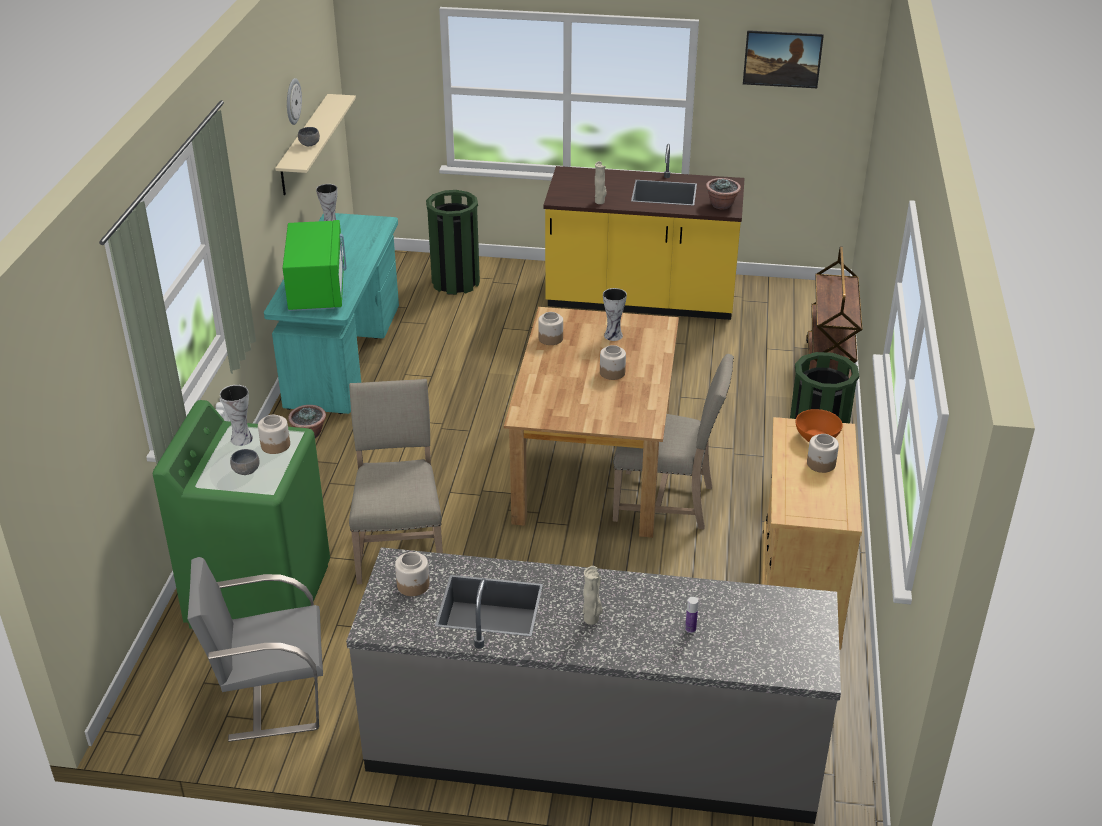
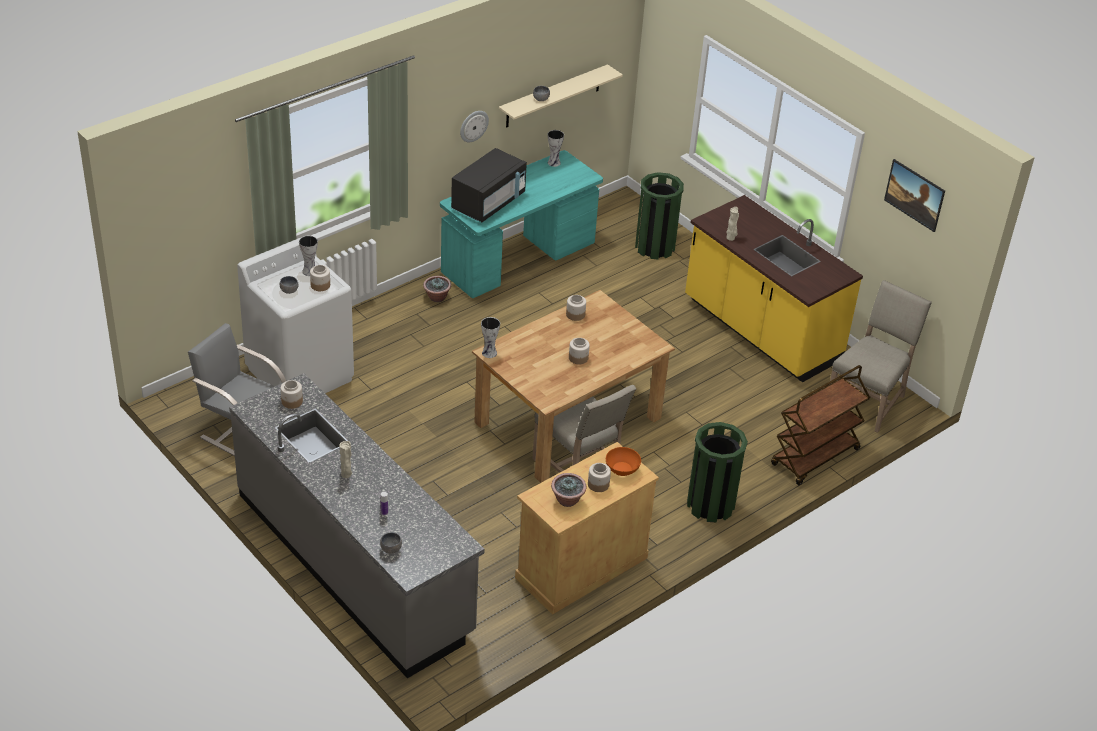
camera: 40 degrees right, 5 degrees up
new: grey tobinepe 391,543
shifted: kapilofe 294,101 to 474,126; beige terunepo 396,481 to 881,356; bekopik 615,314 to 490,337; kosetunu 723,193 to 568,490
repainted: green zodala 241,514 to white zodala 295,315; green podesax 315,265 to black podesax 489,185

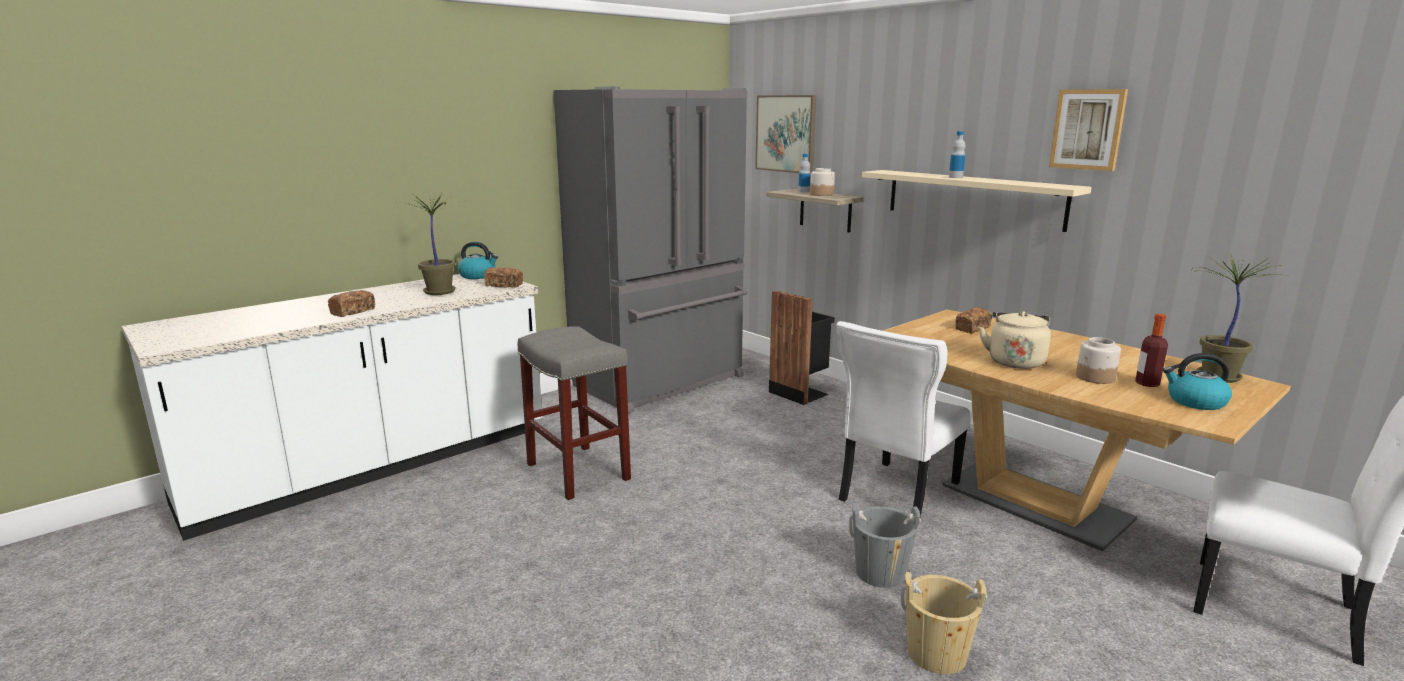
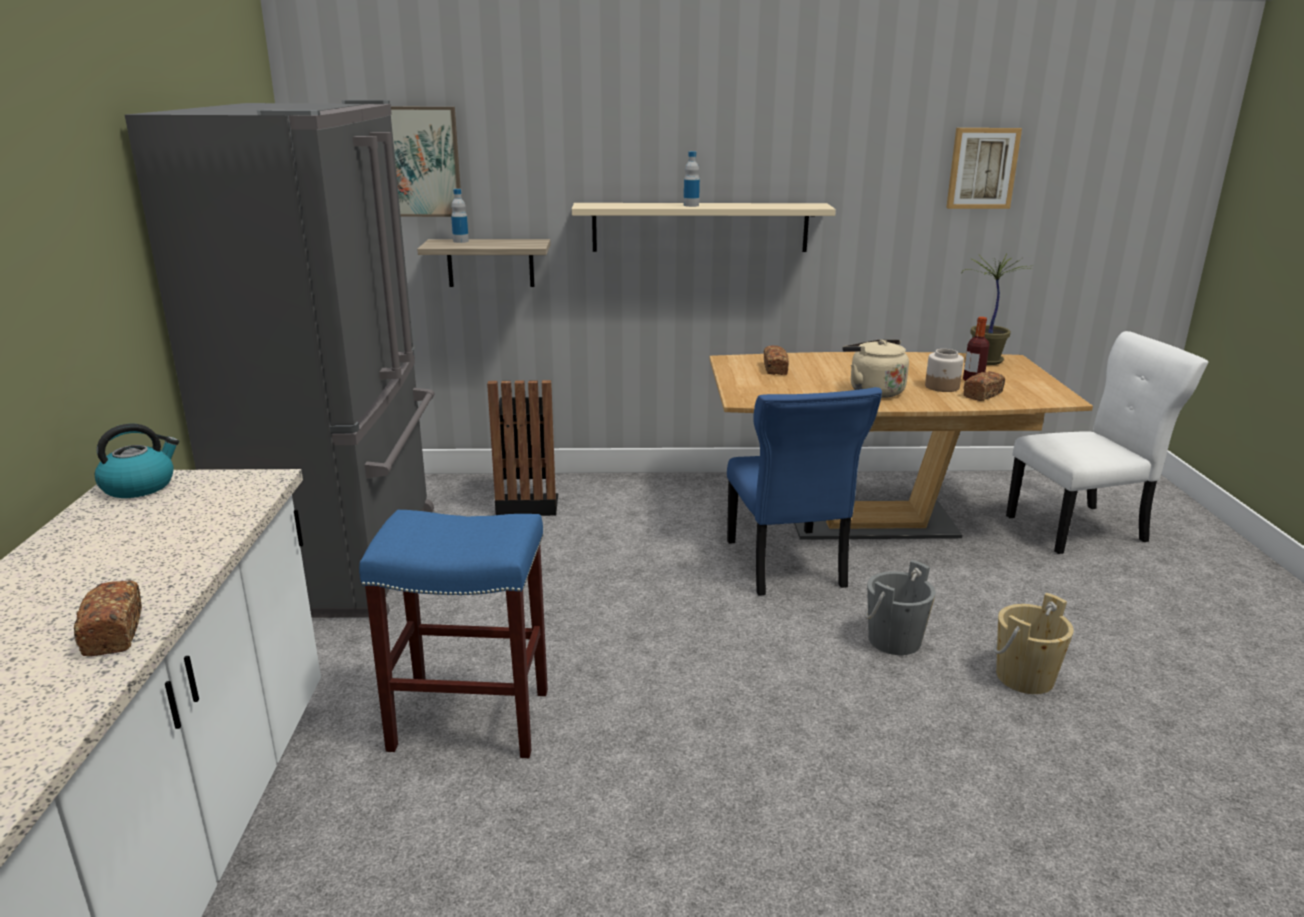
camera: 50 degrees left, 5 degrees up
gone: kosetunu 434,244; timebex 822,182; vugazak 1197,381
shifted: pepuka 503,277 to 984,386; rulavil 1088,130 to 984,168
repainted: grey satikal 574,413 to blue satikal 453,634; white terunepo 903,419 to blue terunepo 804,491

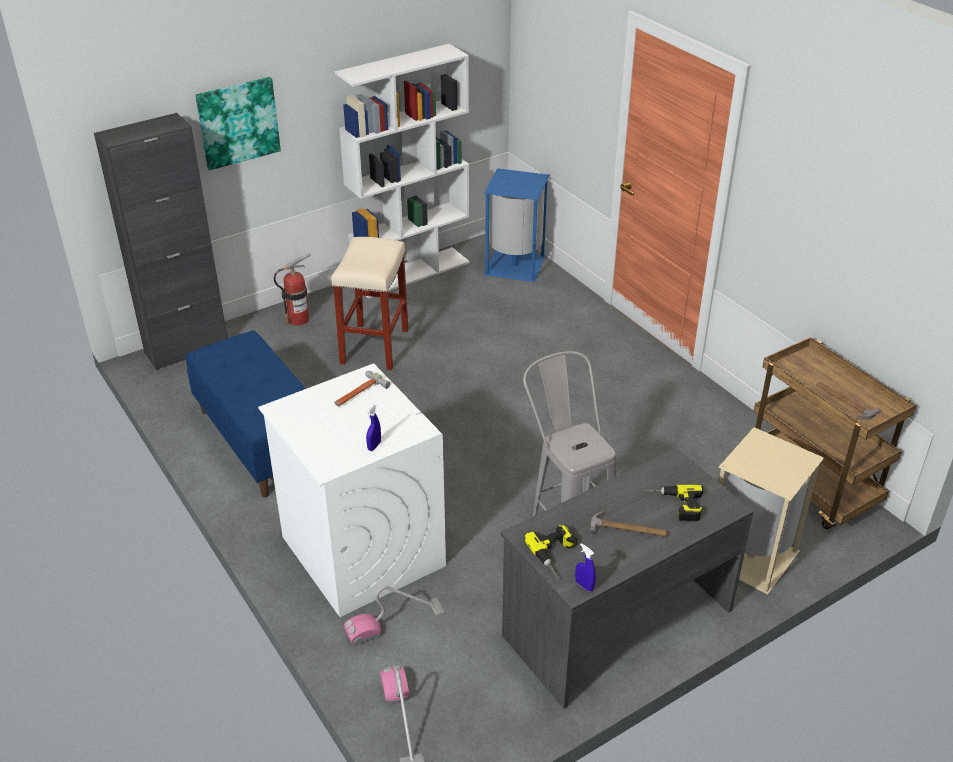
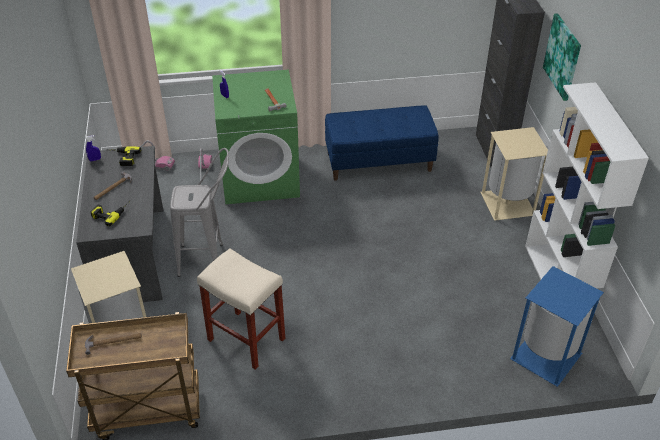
camera: 115 degrees right, 5 degrees up
shifted: beige satikal 370,303 to 241,309
swapped: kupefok 292,289 to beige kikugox 514,174
repainted: white zodala 352,490 to green zodala 256,137

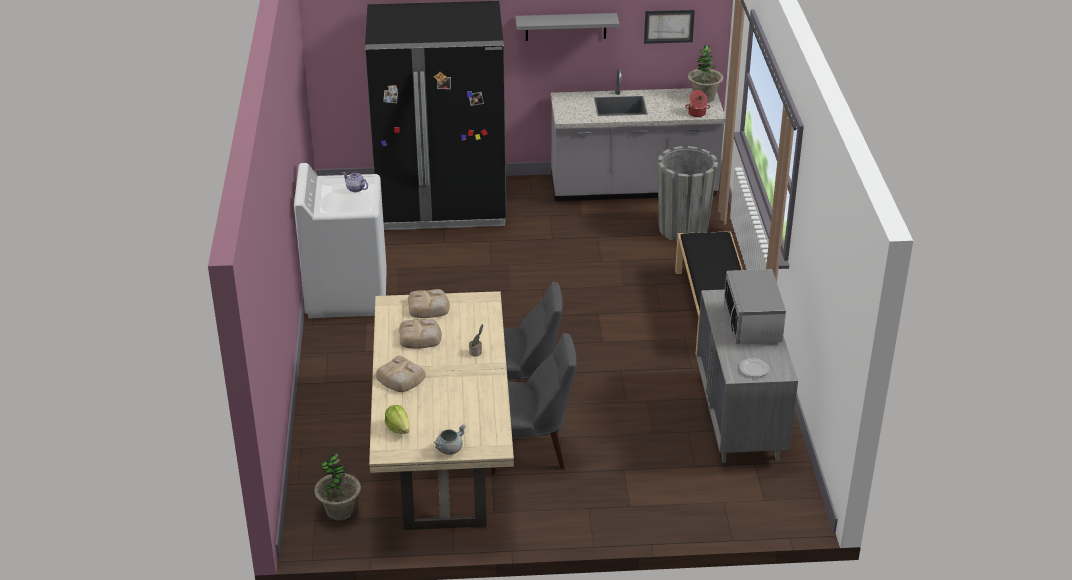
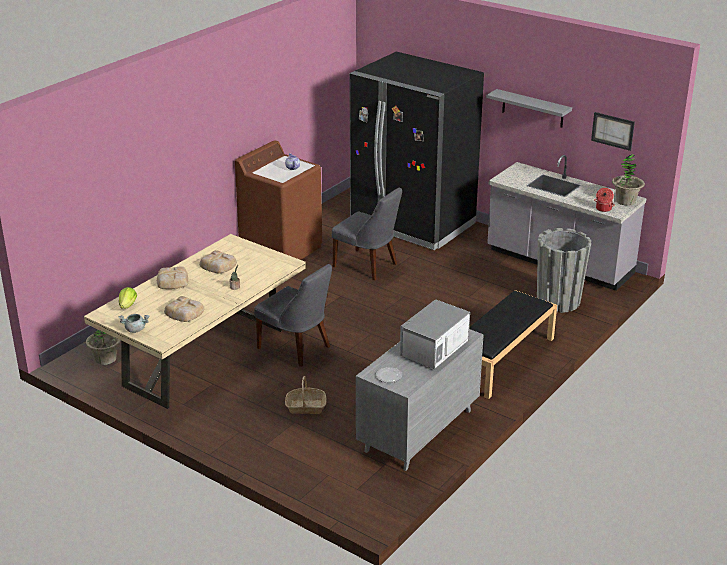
camera: 40 degrees right, 5 degrees down
new: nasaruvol 305,395
shifted: pepuka 429,303 to 184,309; grey terunepo 534,404 to 367,233
repainted: white zodala 340,240 to brown zodala 278,200

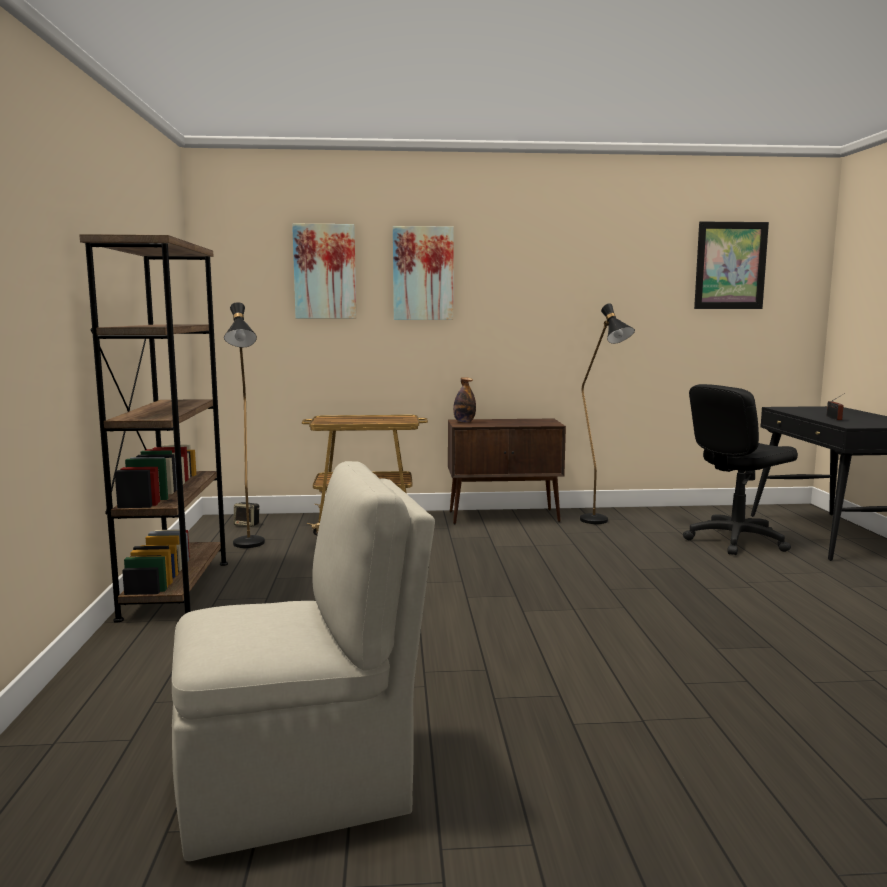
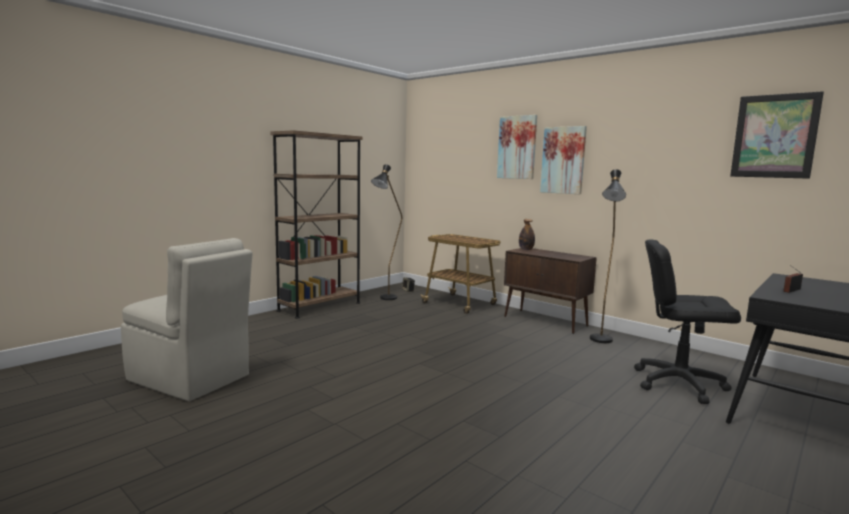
camera: 45 degrees right, 0 degrees up
shifted: rulavil 324,271 to 563,160

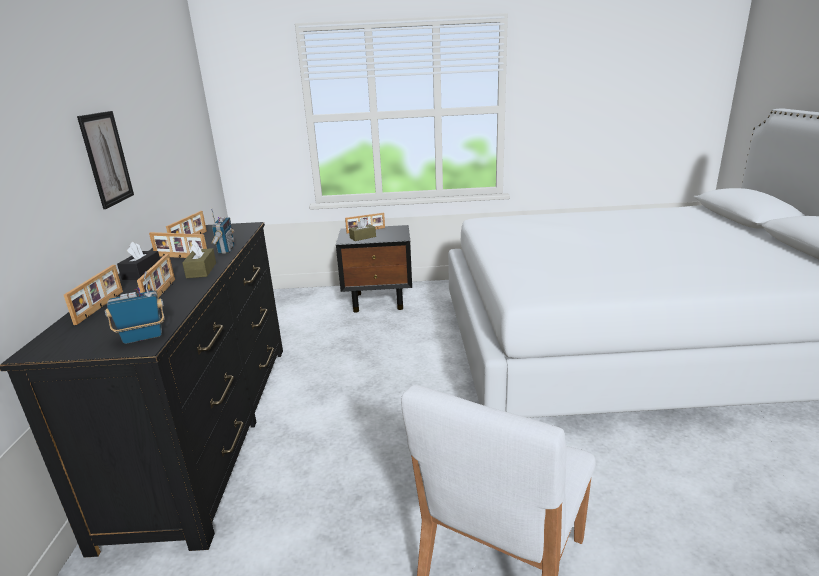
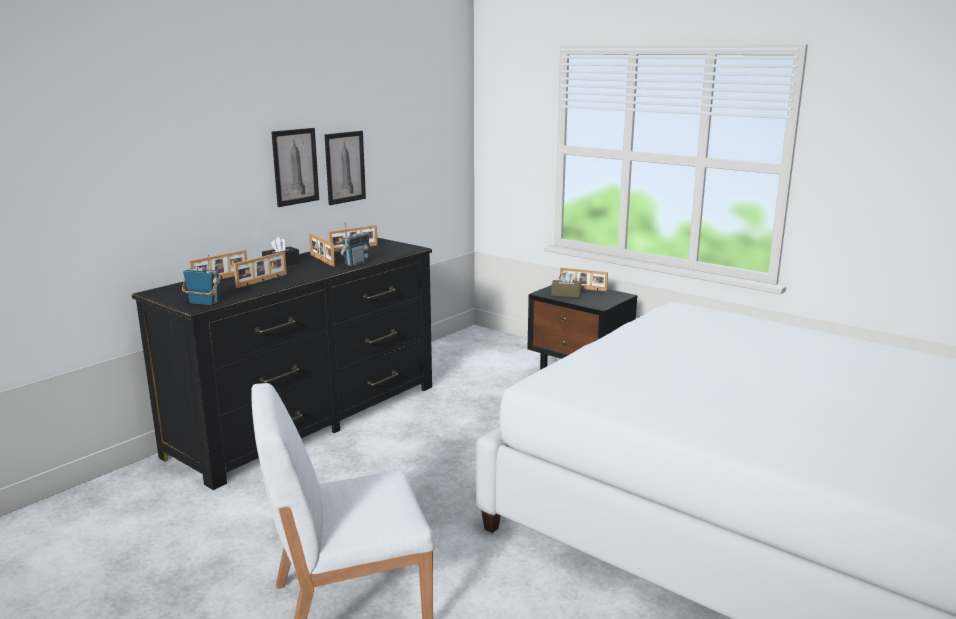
camera: 40 degrees right, 5 degrees down
gone: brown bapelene 199,259
new: rulavil 345,168

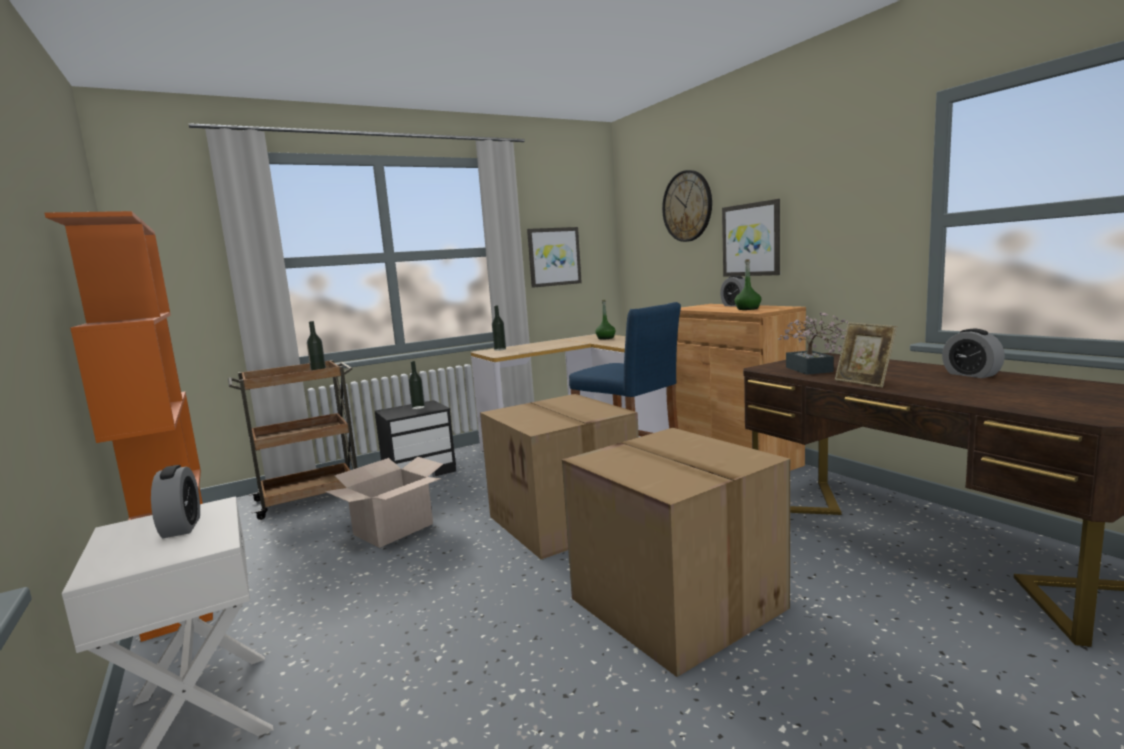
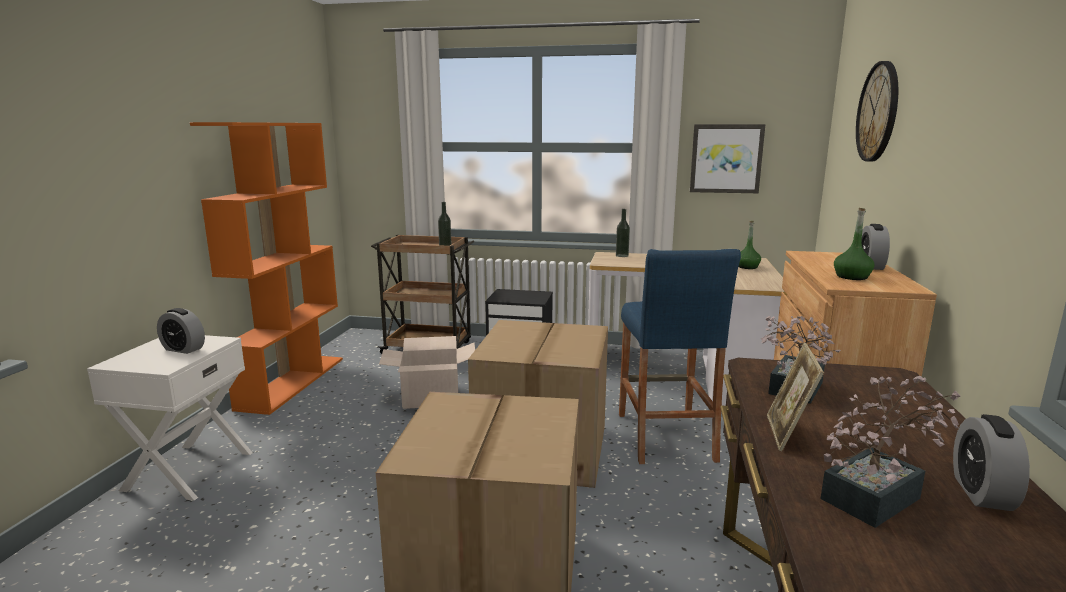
camera: 40 degrees right, 5 degrees up
gone: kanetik 416,385; rulavil 751,238
new: kosetunu 890,452
rotated: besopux 175,501 = 181,331 90 degrees clockwise

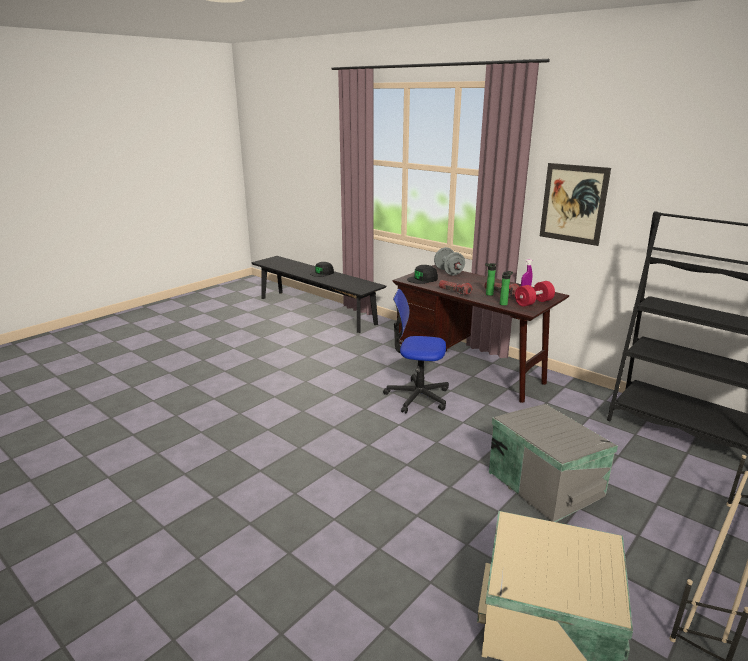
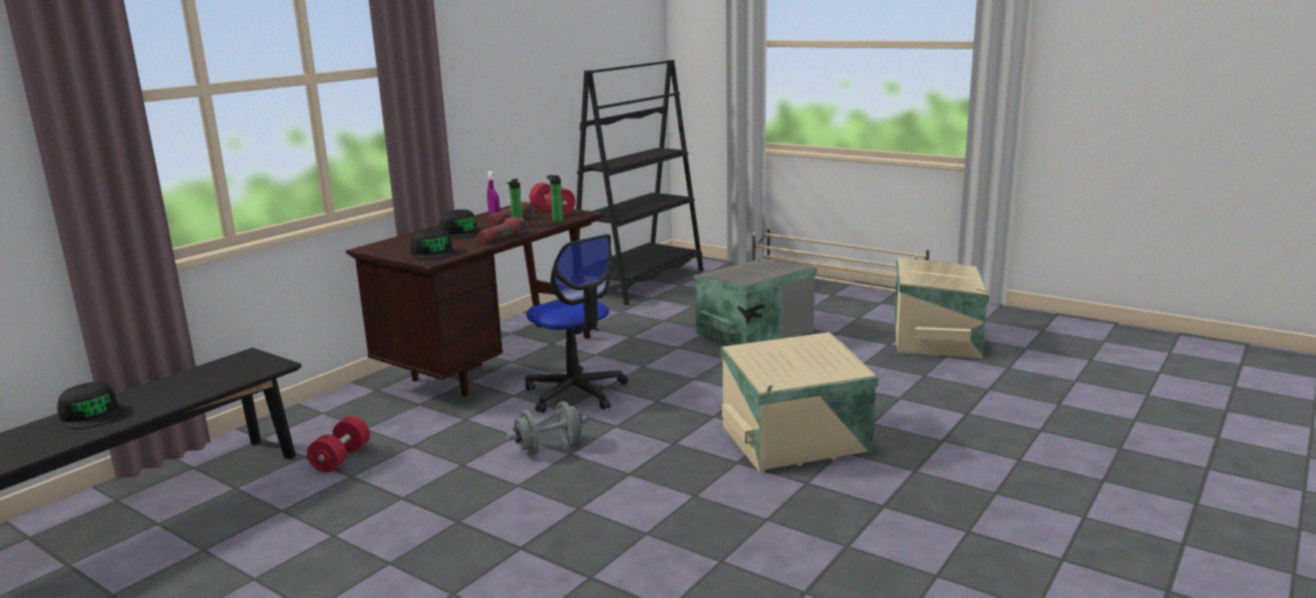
camera: 95 degrees left, 5 degrees down
gone: rulavil 575,204
new: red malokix 338,444; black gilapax 461,223; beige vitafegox 799,402
shifted: grey malokix 449,261 to 547,428
rotated: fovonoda 416,351 = 576,323 45 degrees counterclockwise

